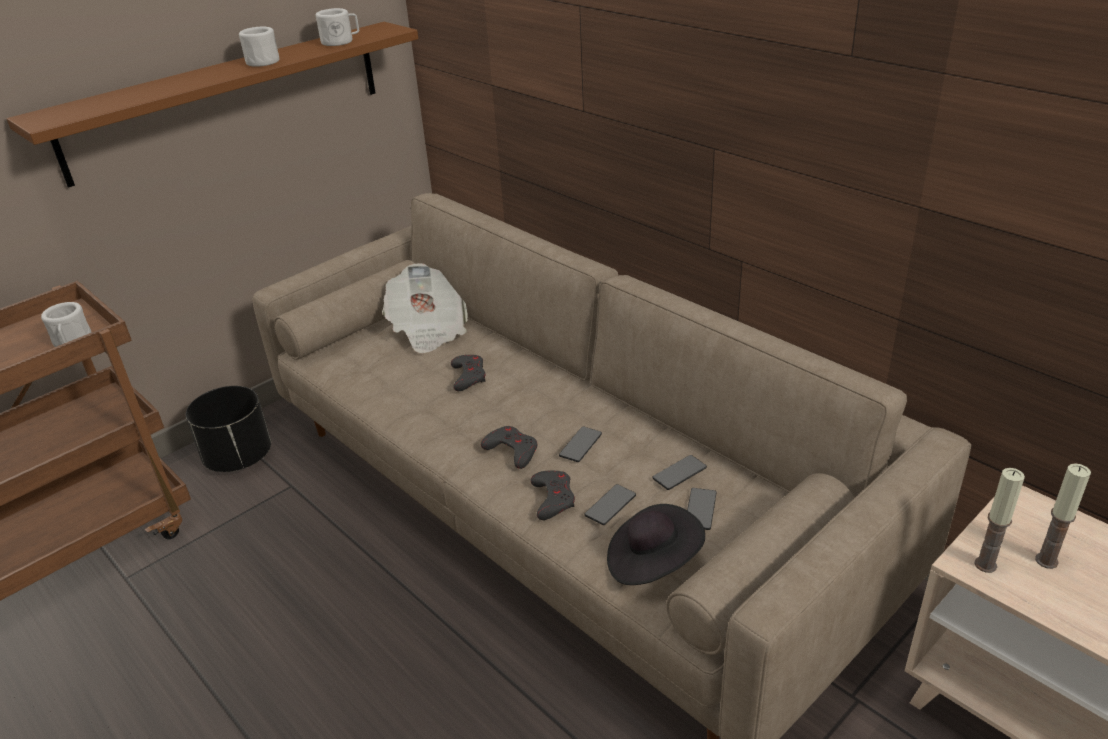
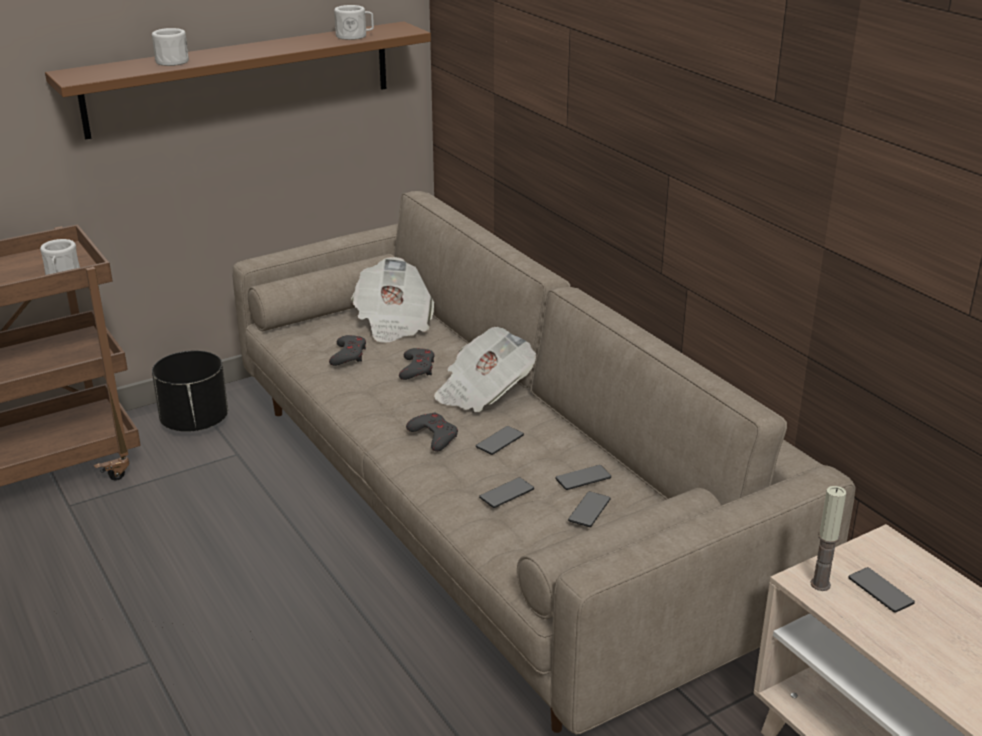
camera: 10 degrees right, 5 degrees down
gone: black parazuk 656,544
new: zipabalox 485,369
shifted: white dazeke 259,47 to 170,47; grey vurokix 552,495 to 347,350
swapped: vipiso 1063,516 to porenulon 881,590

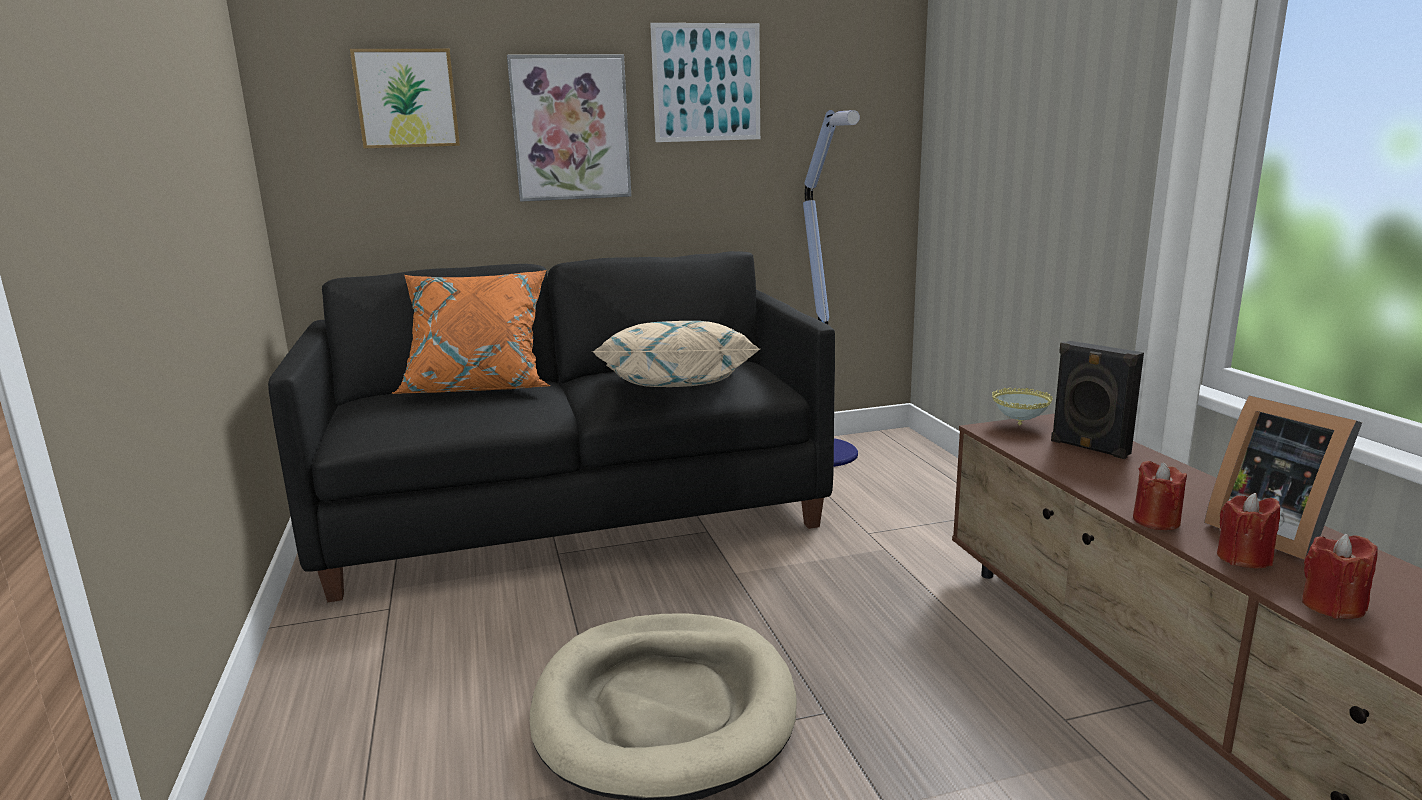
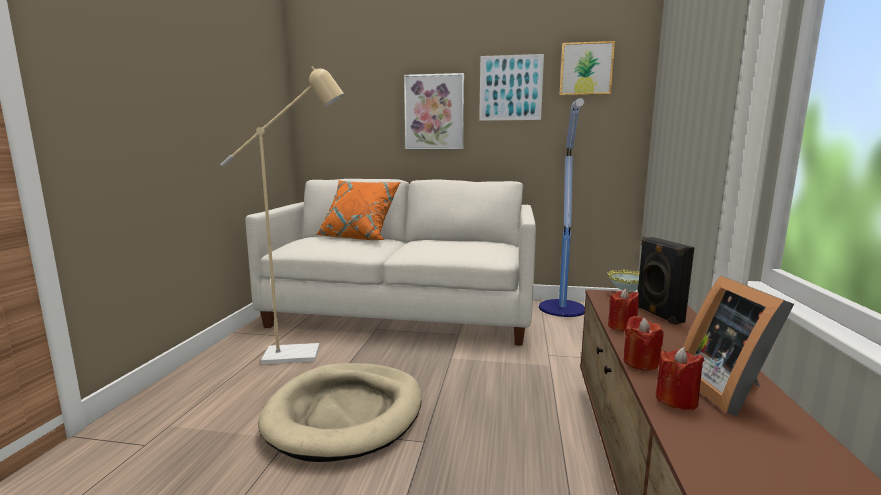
camera: 25 degrees right, 5 degrees down
gone: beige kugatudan 676,354
new: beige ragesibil 282,215
shifted: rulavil 405,98 to 587,68; red vipiso 1340,576 to 623,310
repainted: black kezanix 551,426 to white kezanix 391,262

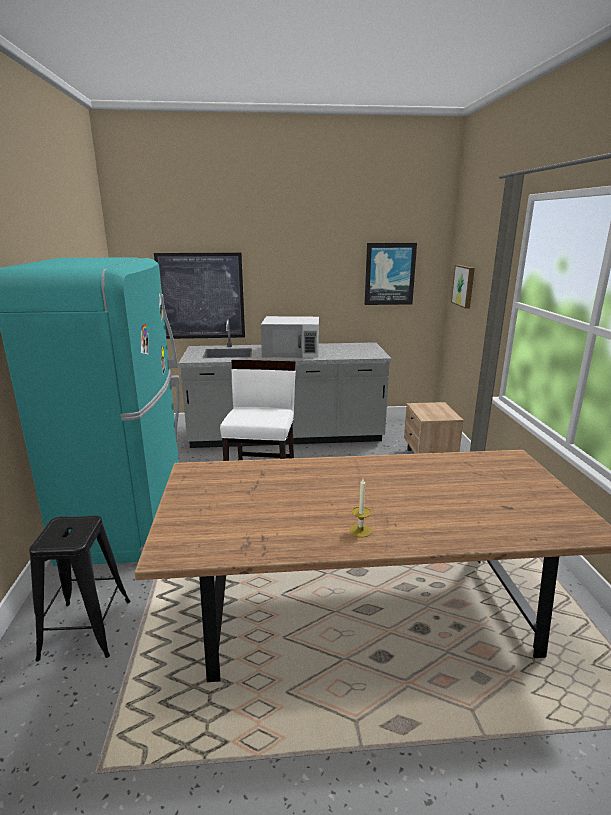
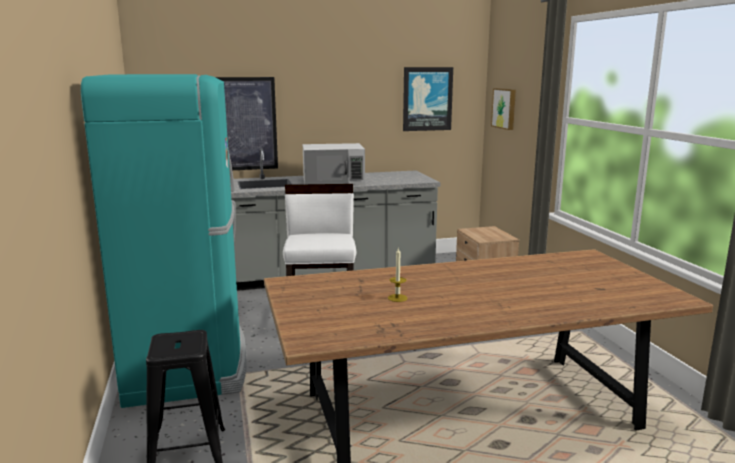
camera: 10 degrees left, 5 degrees down
shifted: vipiso 361,508 to 398,275

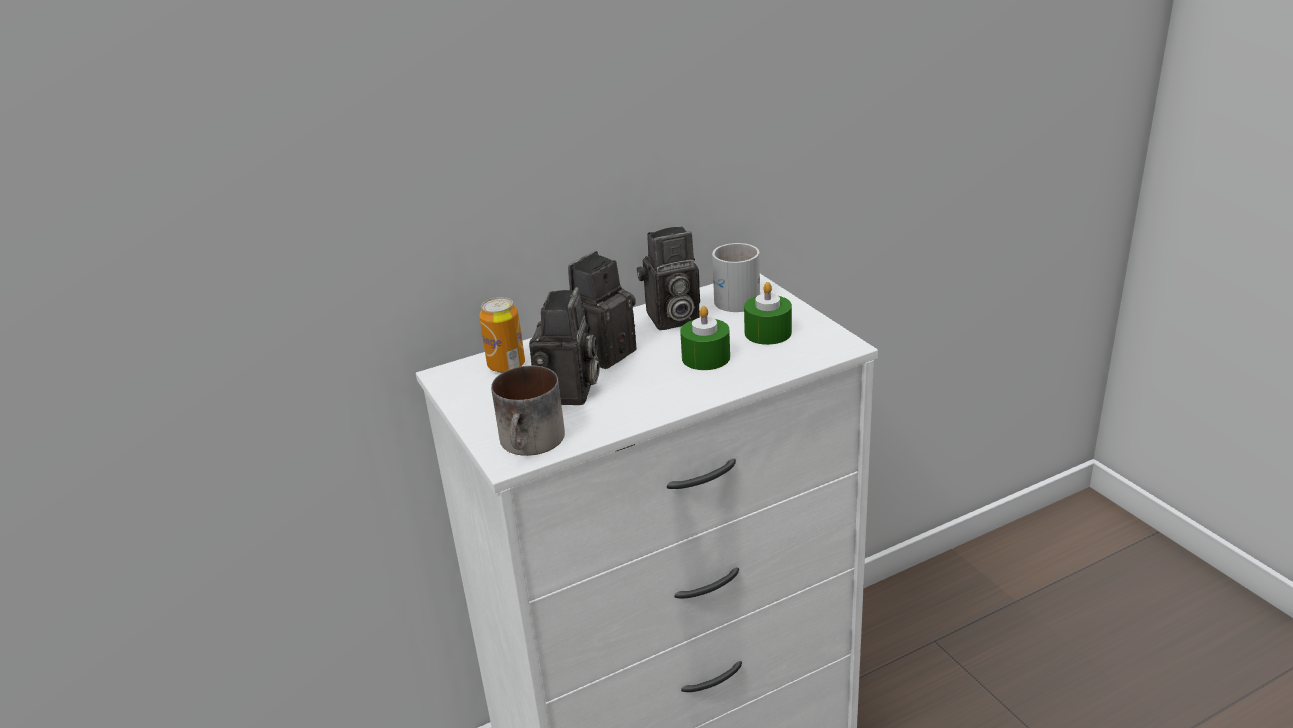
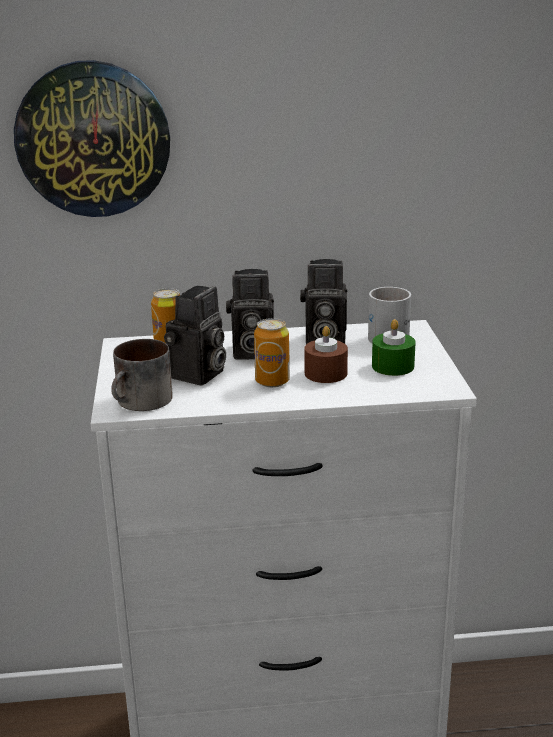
camera: 20 degrees right, 5 degrees down
new: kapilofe 92,138; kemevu 272,352
repainted: green vipiso 705,338 to brown vipiso 326,354
rotated: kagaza 602,310 = 250,314 150 degrees counterclockwise

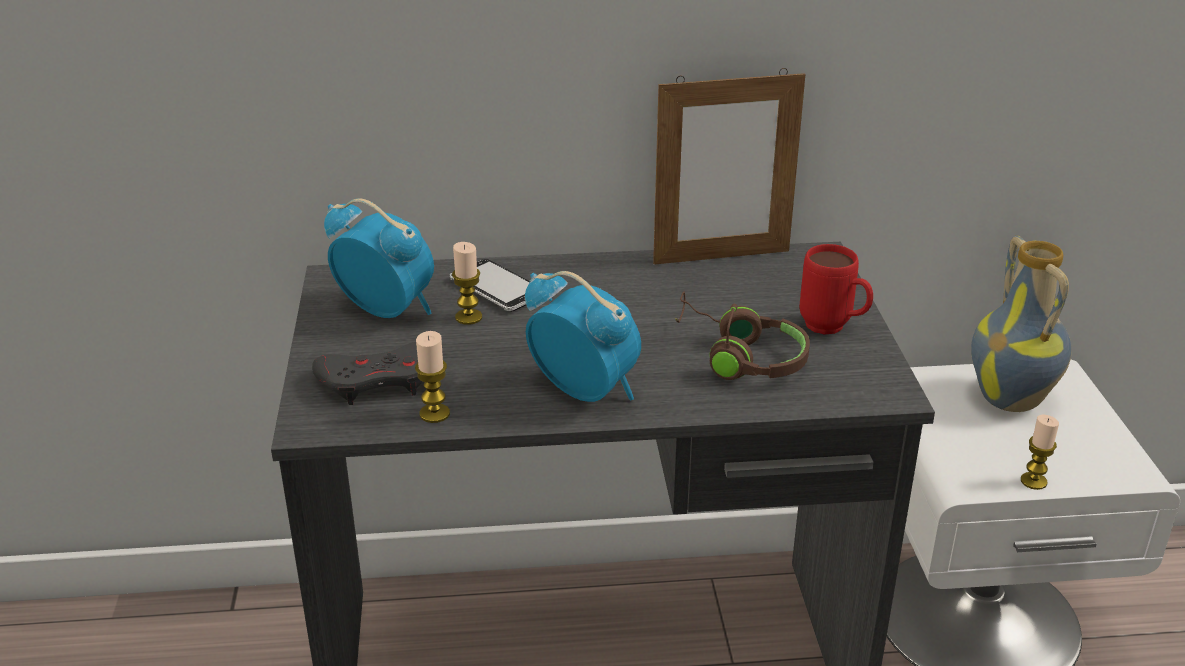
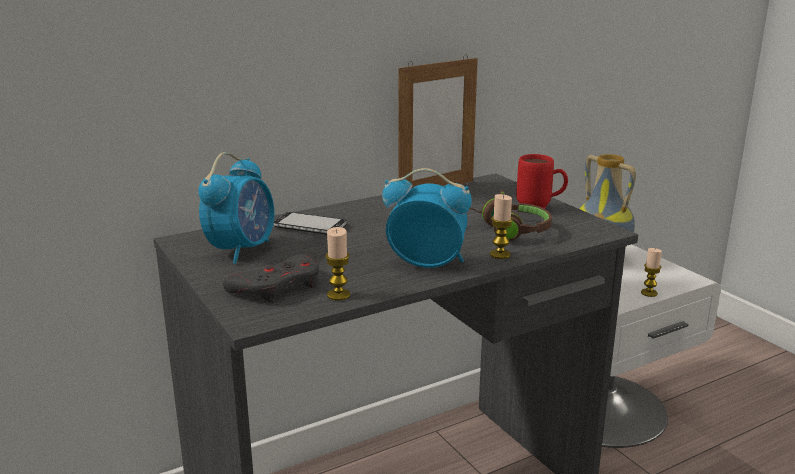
camera: 25 degrees left, 10 degrees down
shifted: vipiso 467,283 to 501,226
rotated: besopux 379,258 = 236,208 105 degrees clockwise

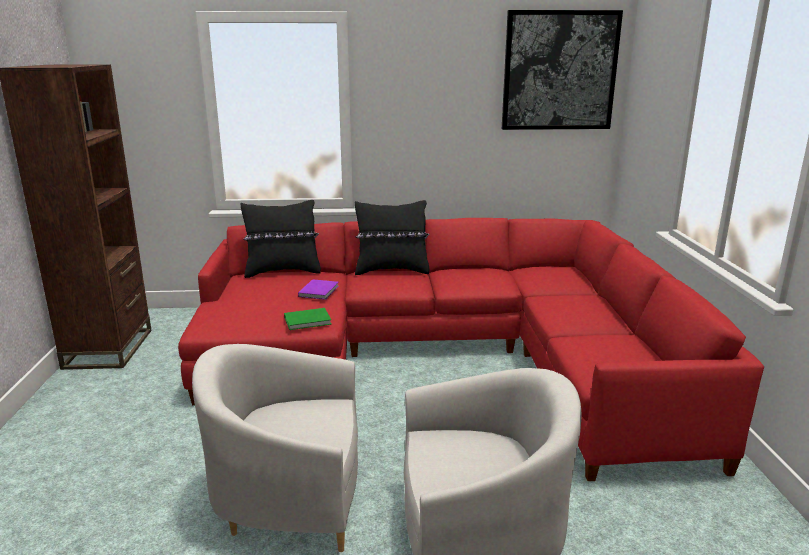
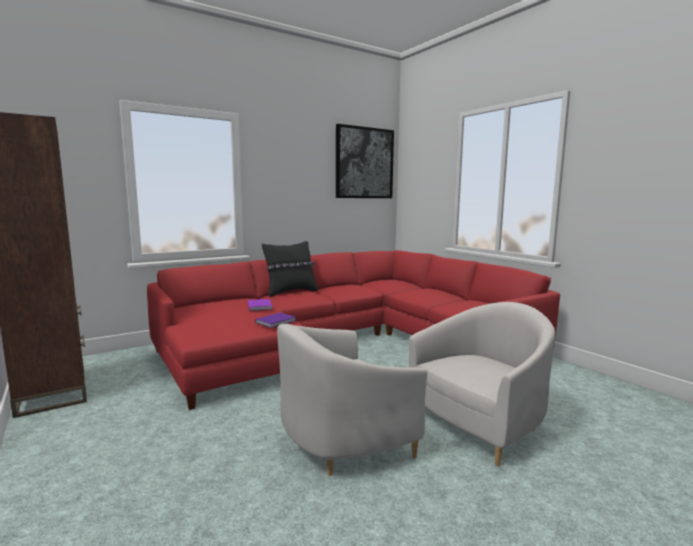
camera: 30 degrees left, 10 degrees down
gone: black kugatudan 280,239
repainted: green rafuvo 308,319 to purple rafuvo 275,320

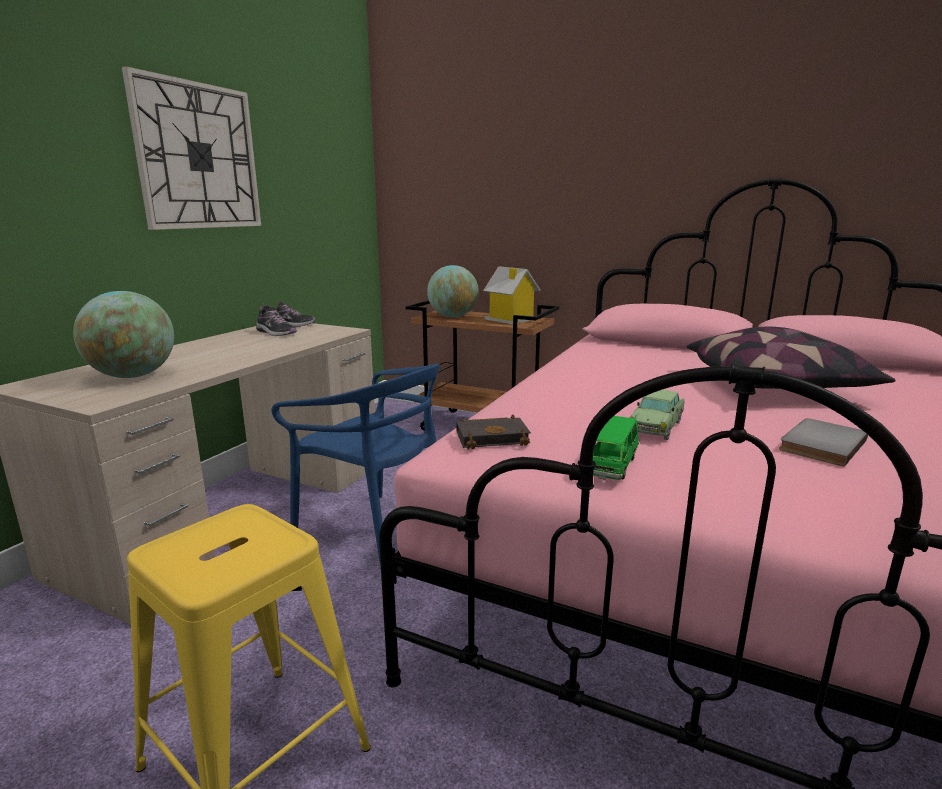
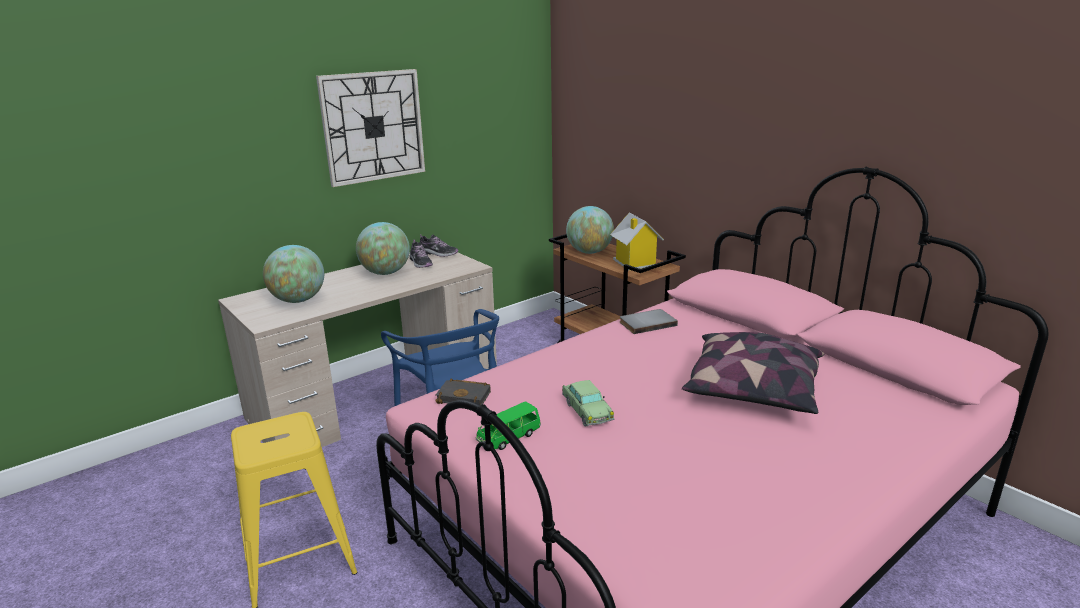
camera: 25 degrees right, 5 degrees up
new: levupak 383,248
shifted: grey rafuvo 823,442 to 649,321
rotated: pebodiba 657,414 = 588,403 75 degrees counterclockwise

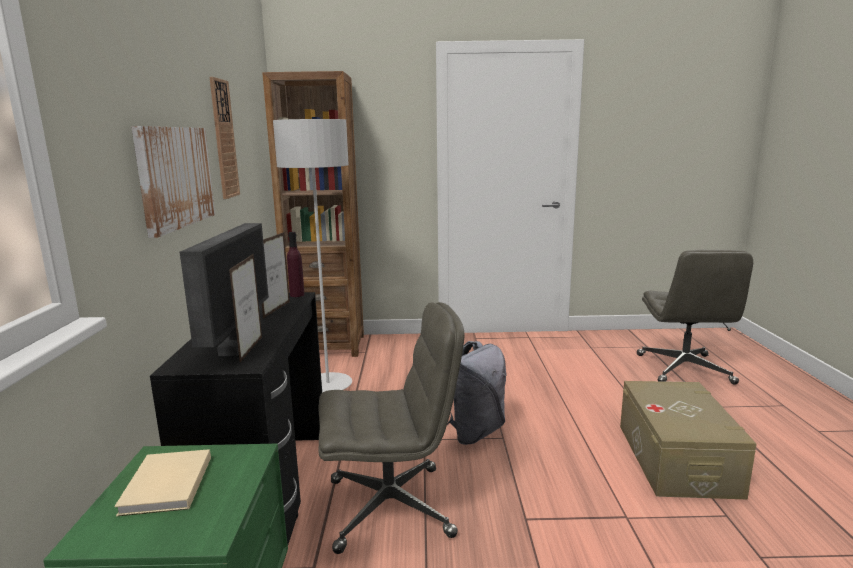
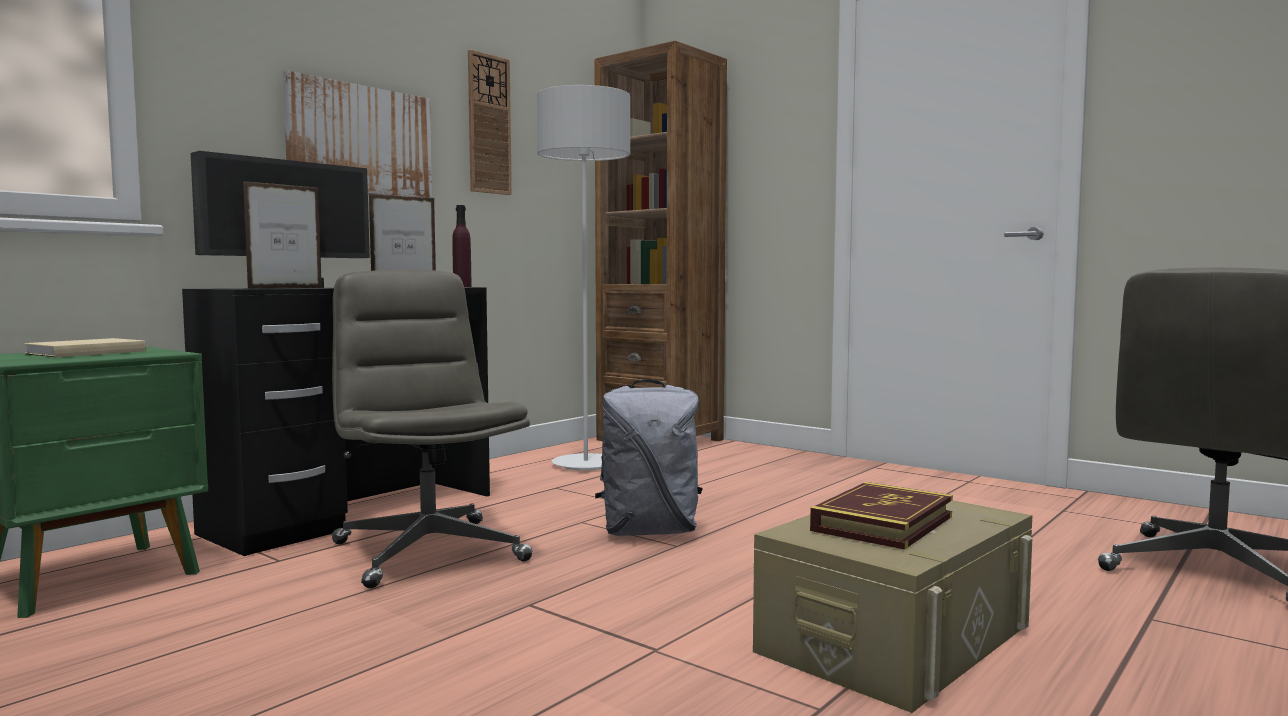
camera: 40 degrees right, 10 degrees down
new: rafuvo 881,516
rotated: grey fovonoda 391,428 = 432,429 150 degrees counterclockwise

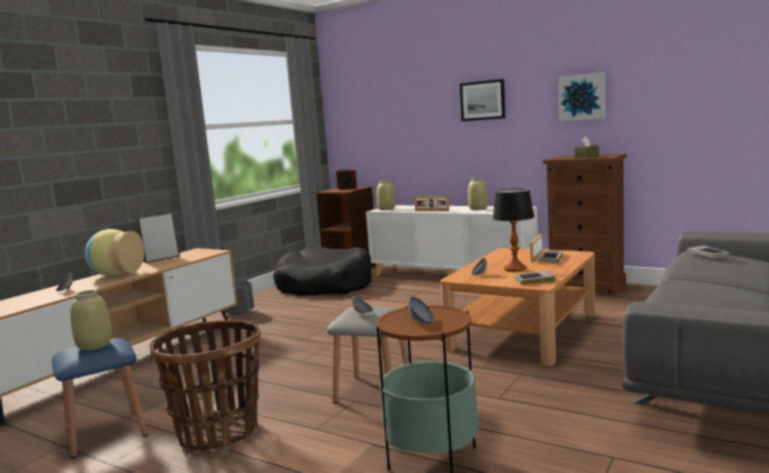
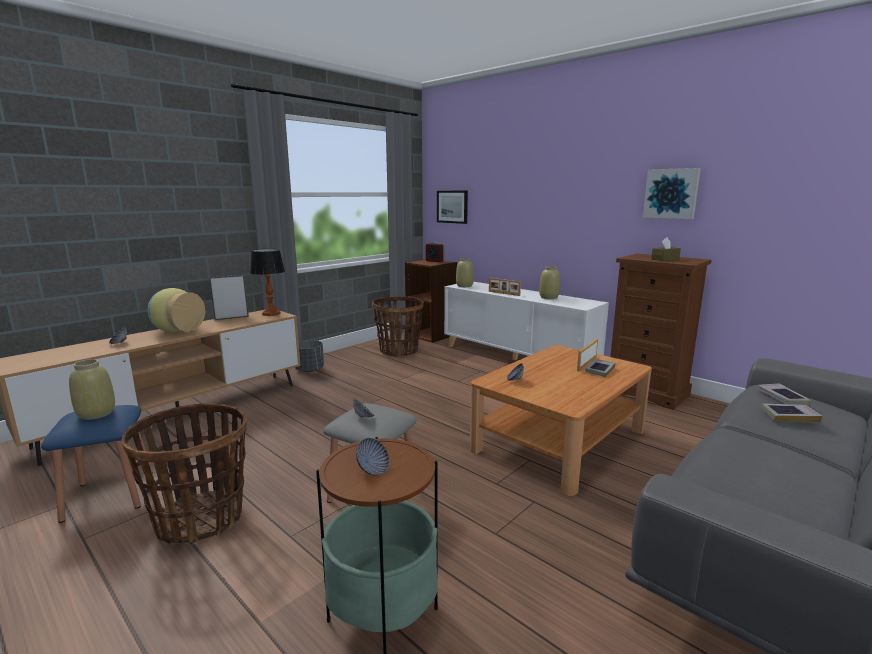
camera: 10 degrees right, 5 degrees up
shifted: rulavil 482,100 to 452,207; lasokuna 514,230 to 267,282; rafuvo 535,278 to 791,412
swapped: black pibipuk 322,271 to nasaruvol 398,326

